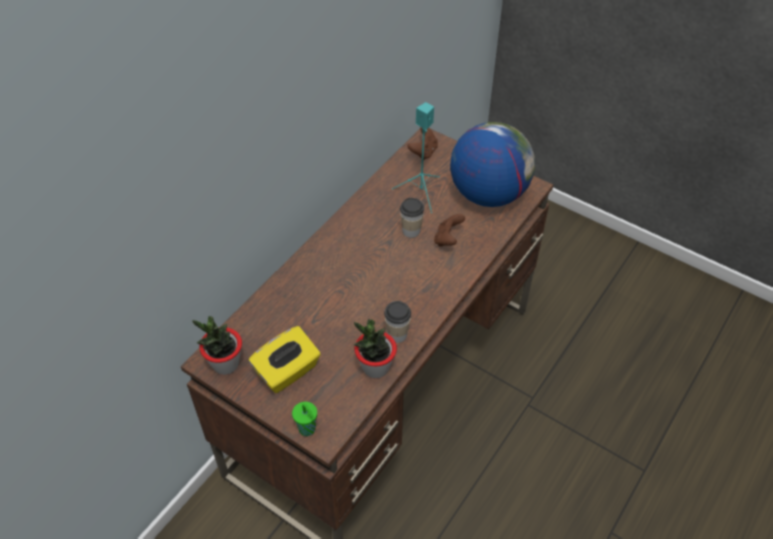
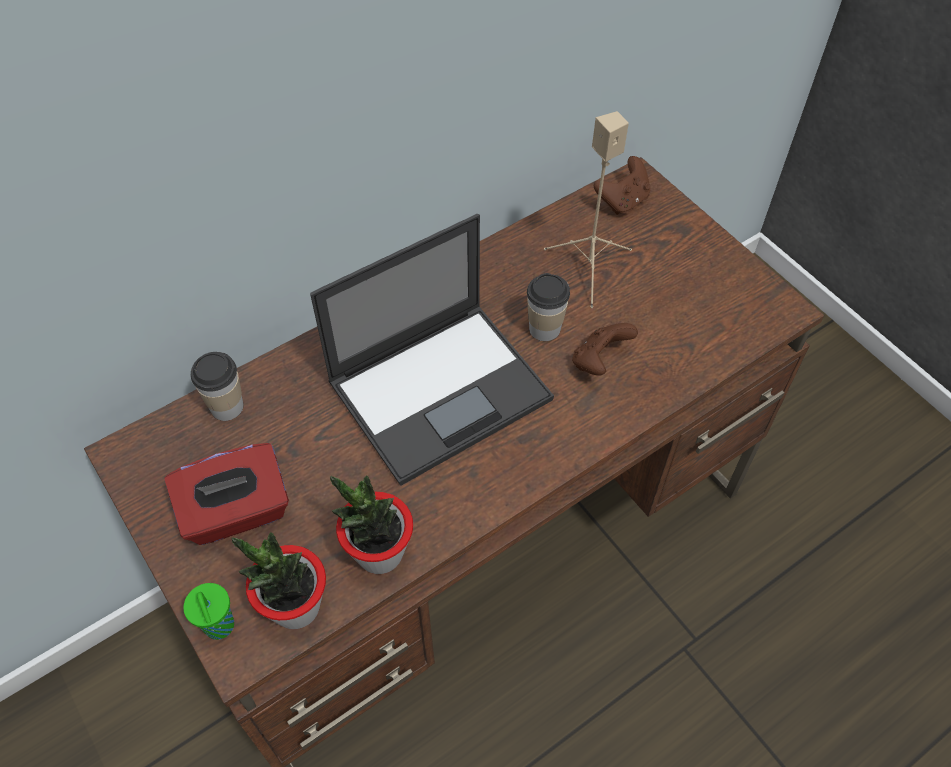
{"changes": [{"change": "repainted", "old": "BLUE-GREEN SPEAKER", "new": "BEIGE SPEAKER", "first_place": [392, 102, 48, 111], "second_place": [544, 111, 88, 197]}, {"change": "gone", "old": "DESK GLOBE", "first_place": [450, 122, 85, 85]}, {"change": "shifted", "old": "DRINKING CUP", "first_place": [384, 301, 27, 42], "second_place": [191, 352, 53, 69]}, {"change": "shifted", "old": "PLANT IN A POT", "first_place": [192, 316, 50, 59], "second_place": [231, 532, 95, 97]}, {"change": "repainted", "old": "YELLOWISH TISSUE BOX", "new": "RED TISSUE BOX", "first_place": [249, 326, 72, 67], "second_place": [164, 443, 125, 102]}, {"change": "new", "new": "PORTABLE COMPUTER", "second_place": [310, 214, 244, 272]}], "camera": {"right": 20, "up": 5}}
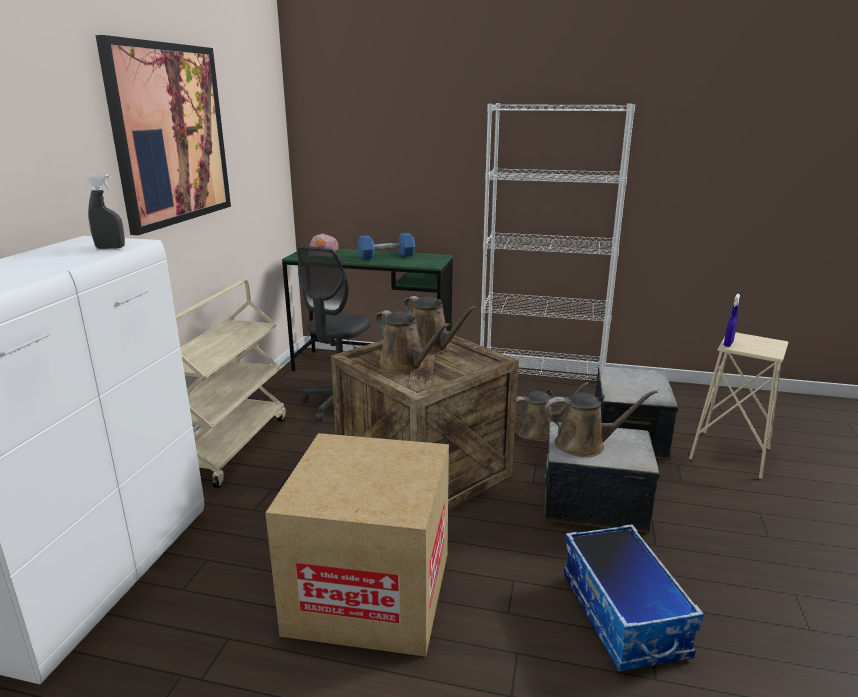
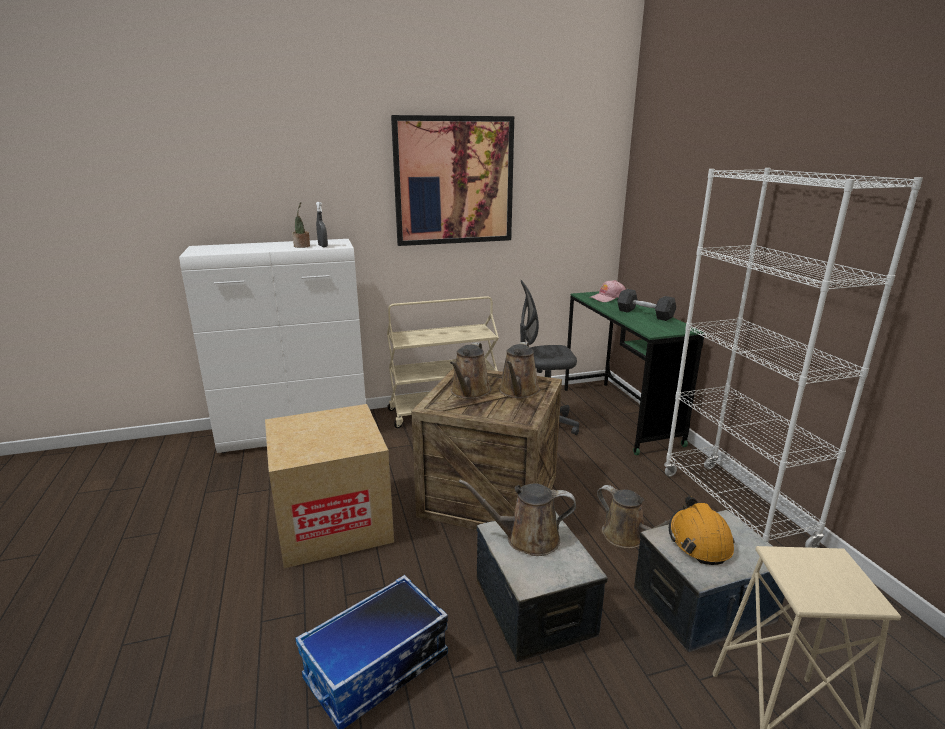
{"changes": [{"change": "repainted", "old": "BLUISH HAND WEIGHT", "new": "GREY HAND WEIGHT", "first_place": [357, 233, 58, 26], "second_place": [617, 289, 59, 32]}, {"change": "gone", "old": "BLUISH SPRAY BOTTLE", "first_place": [724, 294, 16, 53]}, {"change": "rotated", "old": "BROWNISH WATERING POT", "first_place": [545, 390, 113, 67], "second_place": [459, 480, 117, 76], "degrees": 120}, {"change": "new", "new": "PLANT IN A POT", "second_place": [292, 202, 18, 46]}, {"change": "new", "new": "ORANGE HARD HAT", "second_place": [669, 496, 66, 69]}], "camera": {"right": 60, "up": 0}}
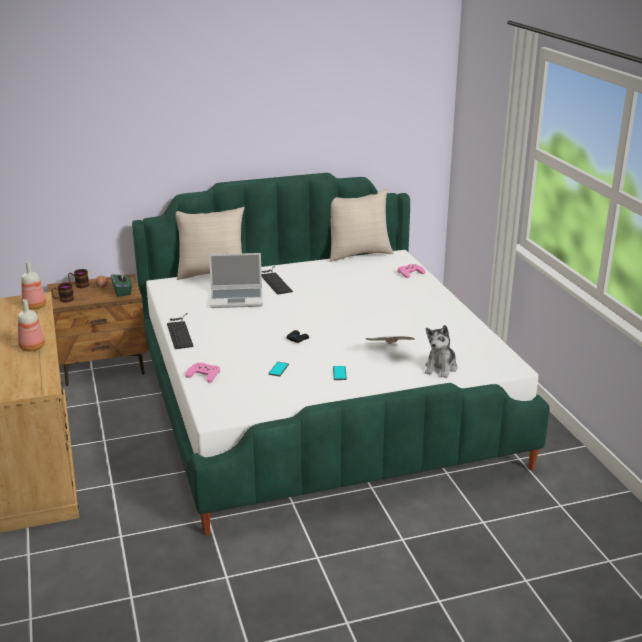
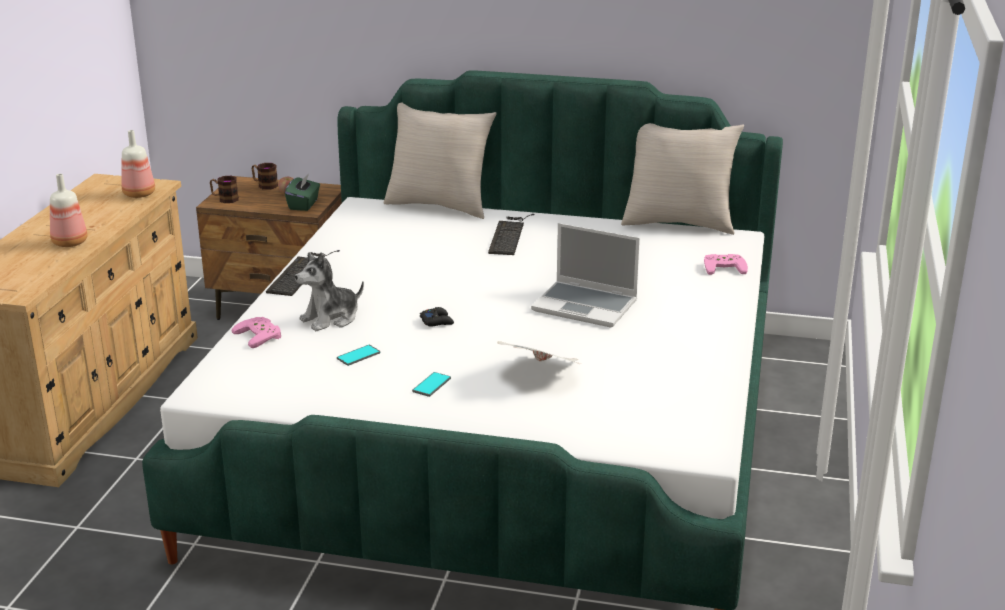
{"changes": [{"change": "shifted", "old": "PORTABLE COMPUTER", "first_place": [209, 253, 54, 55], "second_place": [531, 223, 109, 105]}, {"change": "shifted", "old": "CUDDLY TOY", "first_place": [425, 325, 32, 53], "second_place": [295, 252, 69, 79]}], "camera": {"right": 30, "up": 0}}
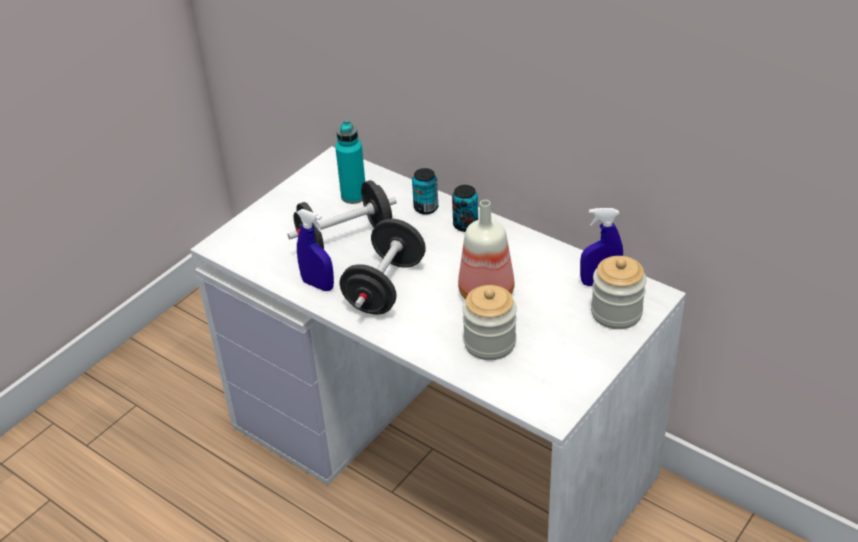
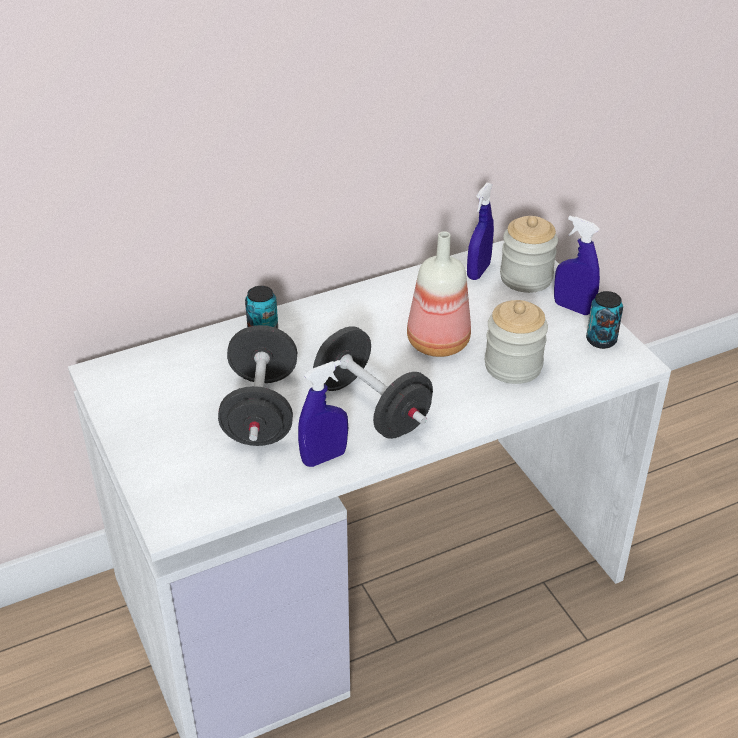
{"changes": [{"change": "gone", "old": "BLUE-GREEN BEVERAGE BOTTLE", "first_place": [335, 121, 30, 83]}, {"change": "shifted", "old": "SEALED CAN", "first_place": [452, 185, 26, 47], "second_place": [586, 291, 37, 58]}, {"change": "new", "new": "BLUISH SPRAY BOTTLE", "second_place": [554, 216, 46, 99]}], "camera": {"right": -65, "up": 0}}
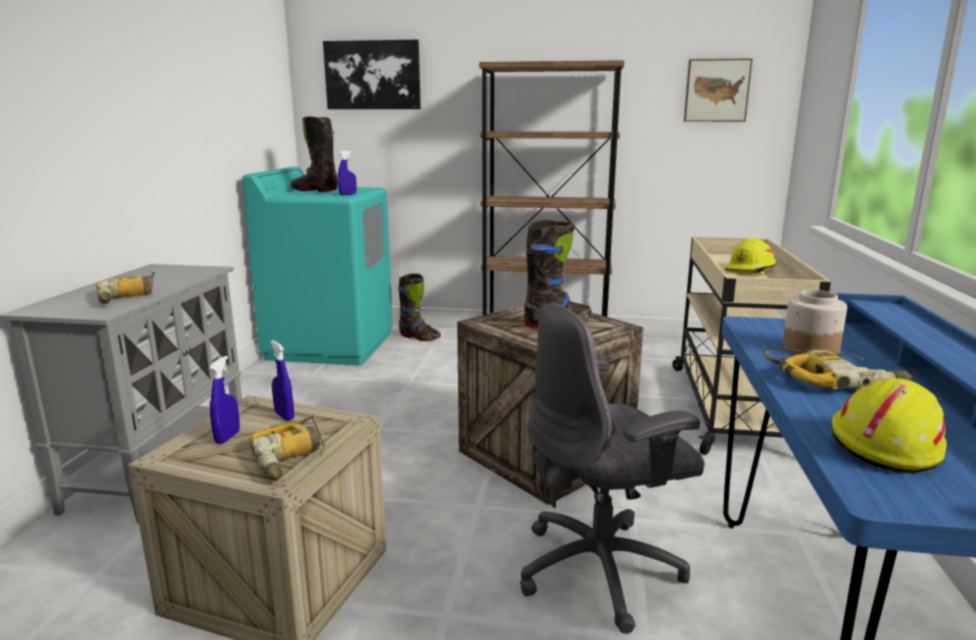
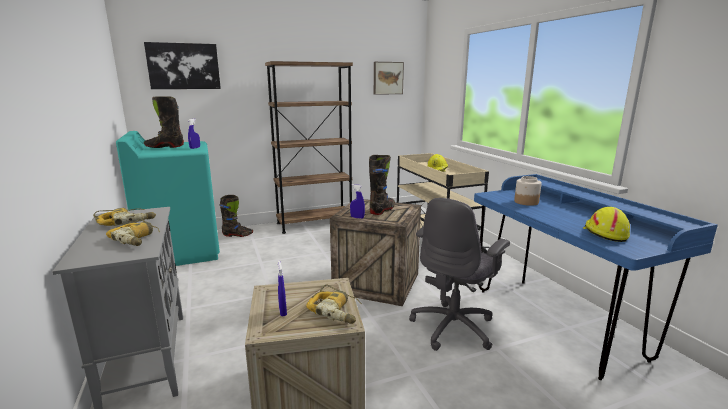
{"changes": [{"change": "shifted", "old": "BLUISH SPRAY BOTTLE", "first_place": [271, 340, 23, 81], "second_place": [350, 184, 15, 35]}, {"change": "shifted", "old": "DRILL", "first_place": [764, 347, 148, 43], "second_place": [93, 208, 63, 18]}], "camera": {"right": -30, "up": 0}}
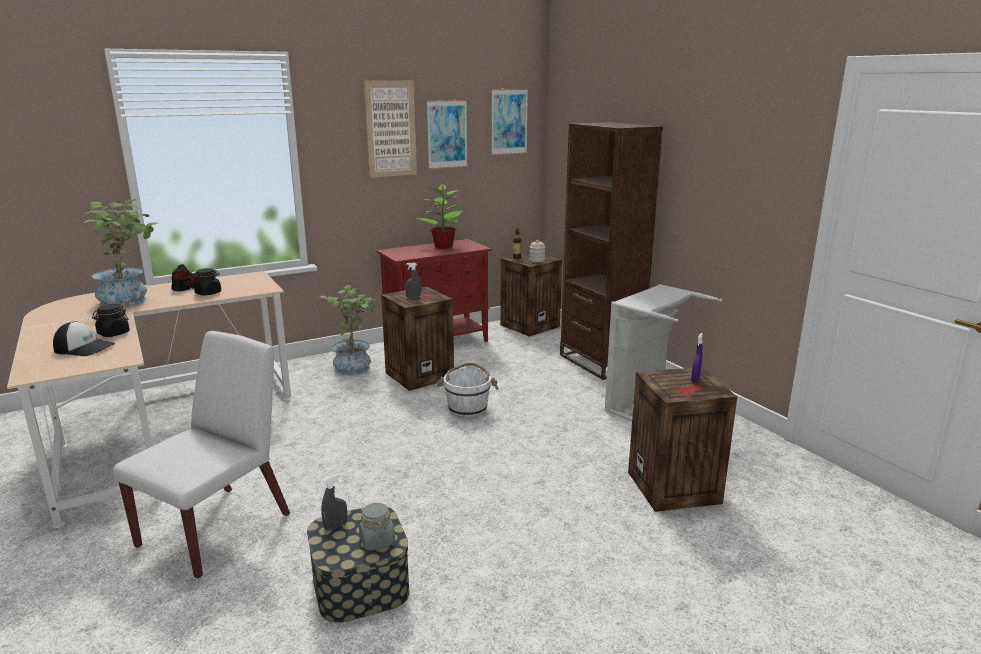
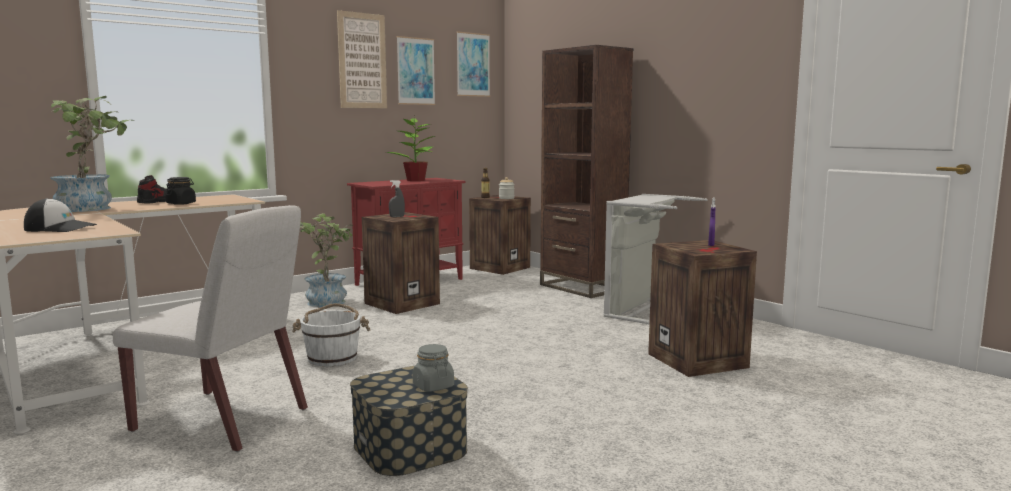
{"changes": [{"change": "gone", "old": "BLACK-COLOURED JAR", "first_place": [92, 304, 38, 33]}, {"change": "rotated", "old": "WHITE-COLOURED UPRIGHT CHAIR", "first_place": [113, 331, 177, 247], "second_place": [113, 205, 195, 247], "degrees": 90}, {"change": "shifted", "old": "WHITE-COLOURED BUCKET", "first_place": [437, 363, 62, 54], "second_place": [292, 303, 79, 64]}, {"change": "gone", "old": "GREY SPRAY BOTTLE", "first_place": [321, 474, 26, 56]}], "camera": {"right": -10, "up": -10}}
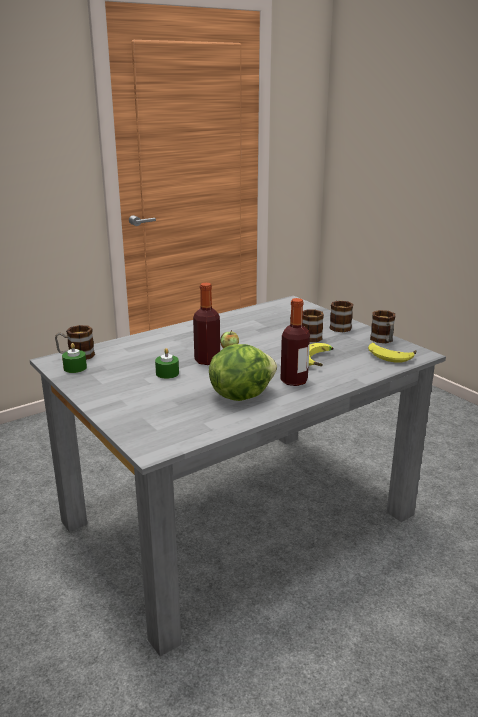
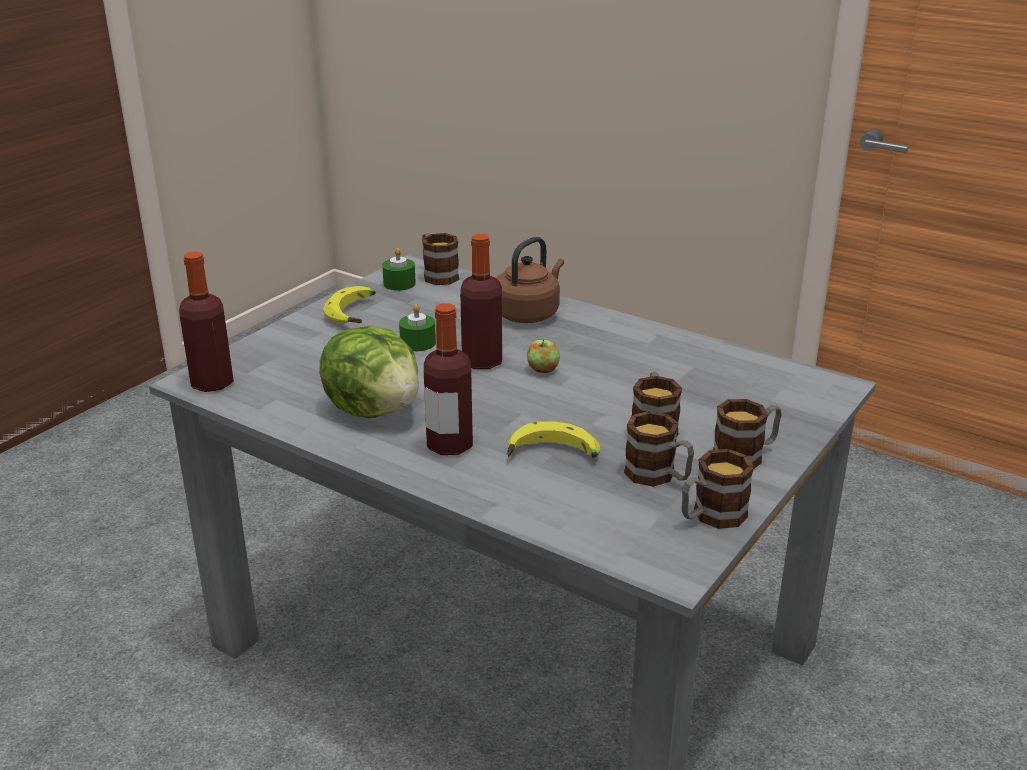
{"changes": [{"change": "shifted", "old": "BANANA FRUIT", "first_place": [368, 343, 48, 20], "second_place": [323, 286, 53, 38]}, {"change": "new", "new": "BROWNISH KETTLE", "second_place": [496, 237, 68, 86]}, {"change": "new", "new": "BEVERAGE BOTTLE", "second_place": [179, 251, 55, 141]}, {"change": "new", "new": "COFFEE MUG", "second_place": [624, 411, 70, 76]}], "camera": {"right": 70, "up": 5}}
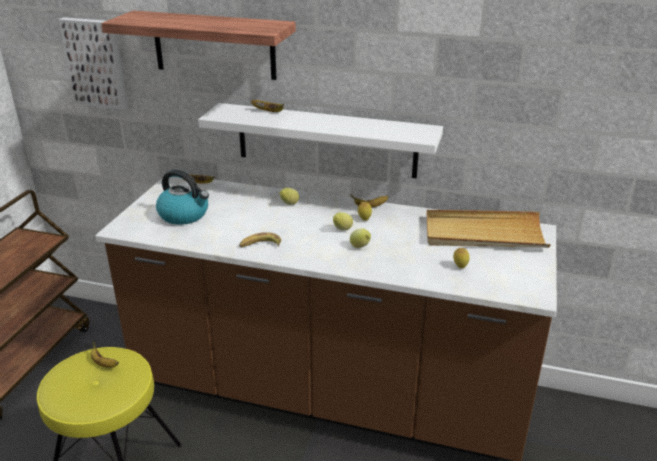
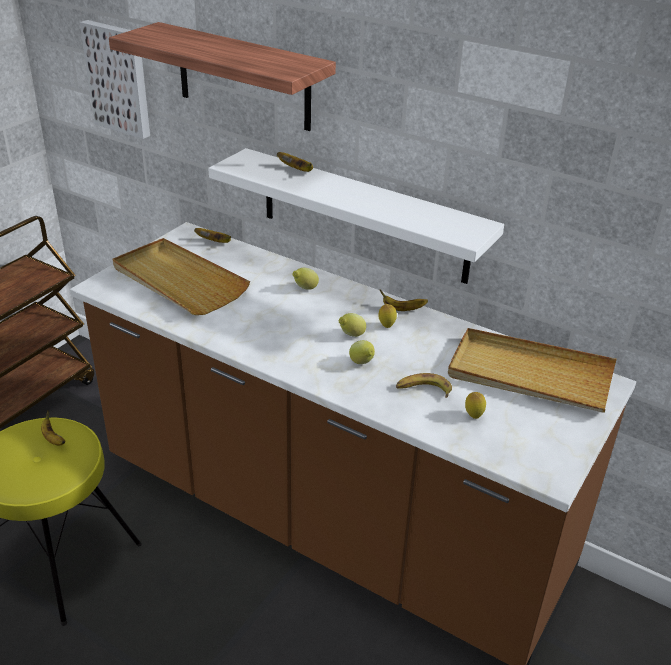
{"changes": [{"change": "swapped", "old": "KETTLE", "new": "BEIGE TRAY", "first_place": [156, 170, 53, 55], "second_place": [113, 238, 137, 77]}, {"change": "shifted", "old": "BANANA FRUIT", "first_place": [239, 232, 42, 15], "second_place": [396, 373, 56, 25]}], "camera": {"right": 15, "up": 5}}
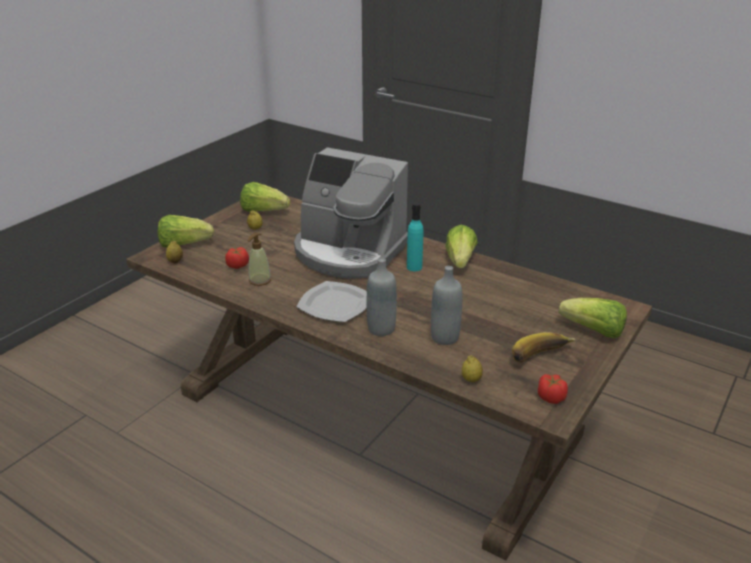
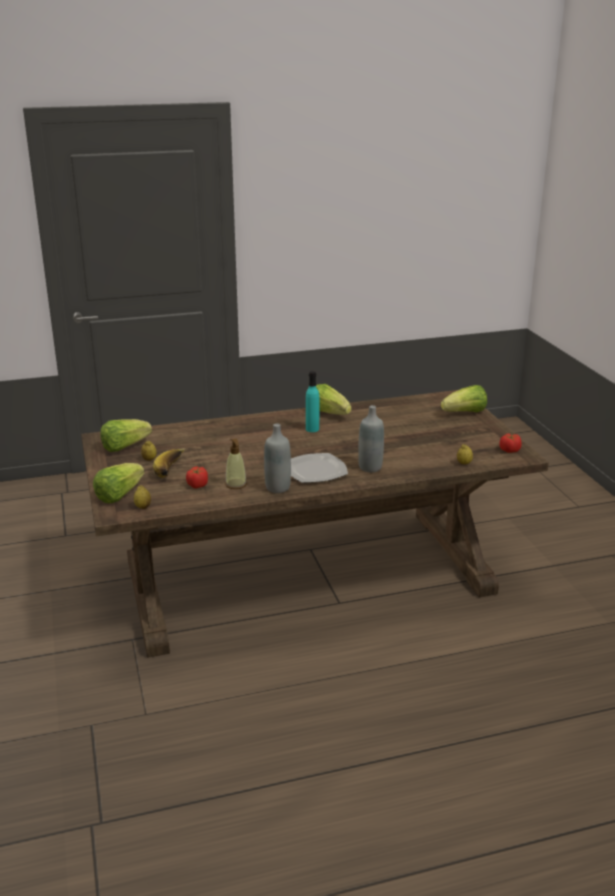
{"changes": [{"change": "gone", "old": "COFFEE MACHINE", "first_place": [294, 147, 114, 132]}, {"change": "shifted", "old": "GREY BEVERAGE BOTTLE", "first_place": [431, 266, 31, 79], "second_place": [264, 424, 27, 69]}, {"change": "shifted", "old": "BANANA FRUIT", "first_place": [512, 332, 64, 31], "second_place": [153, 448, 33, 30]}], "camera": {"right": -50, "up": -5}}
